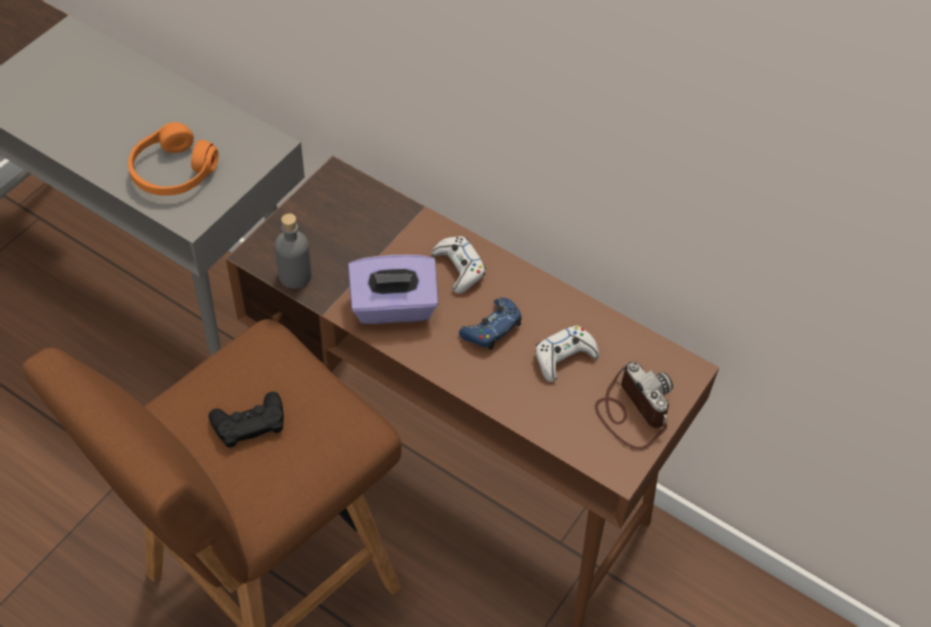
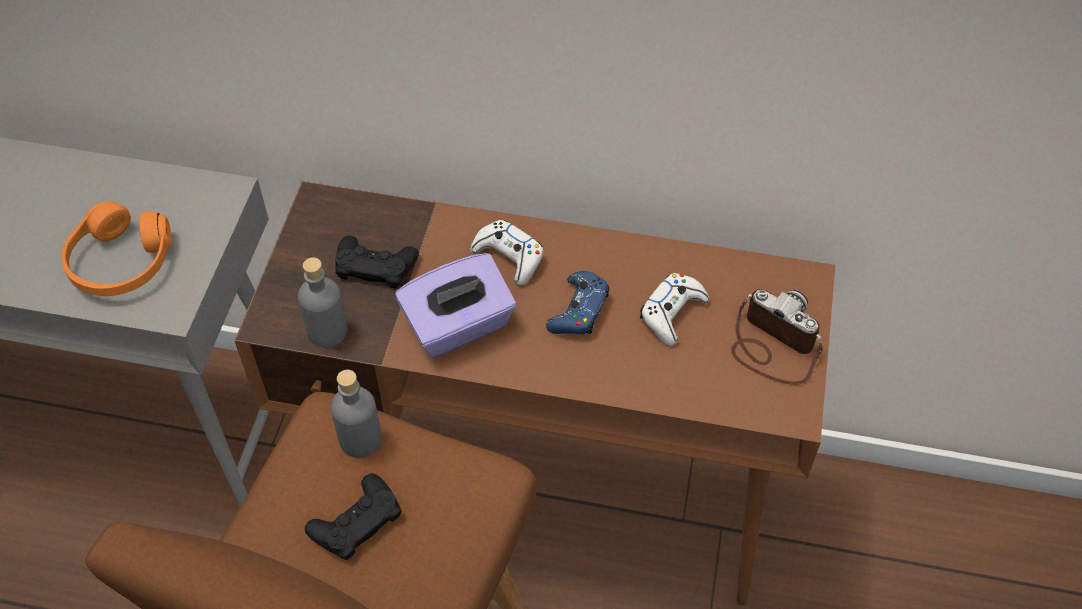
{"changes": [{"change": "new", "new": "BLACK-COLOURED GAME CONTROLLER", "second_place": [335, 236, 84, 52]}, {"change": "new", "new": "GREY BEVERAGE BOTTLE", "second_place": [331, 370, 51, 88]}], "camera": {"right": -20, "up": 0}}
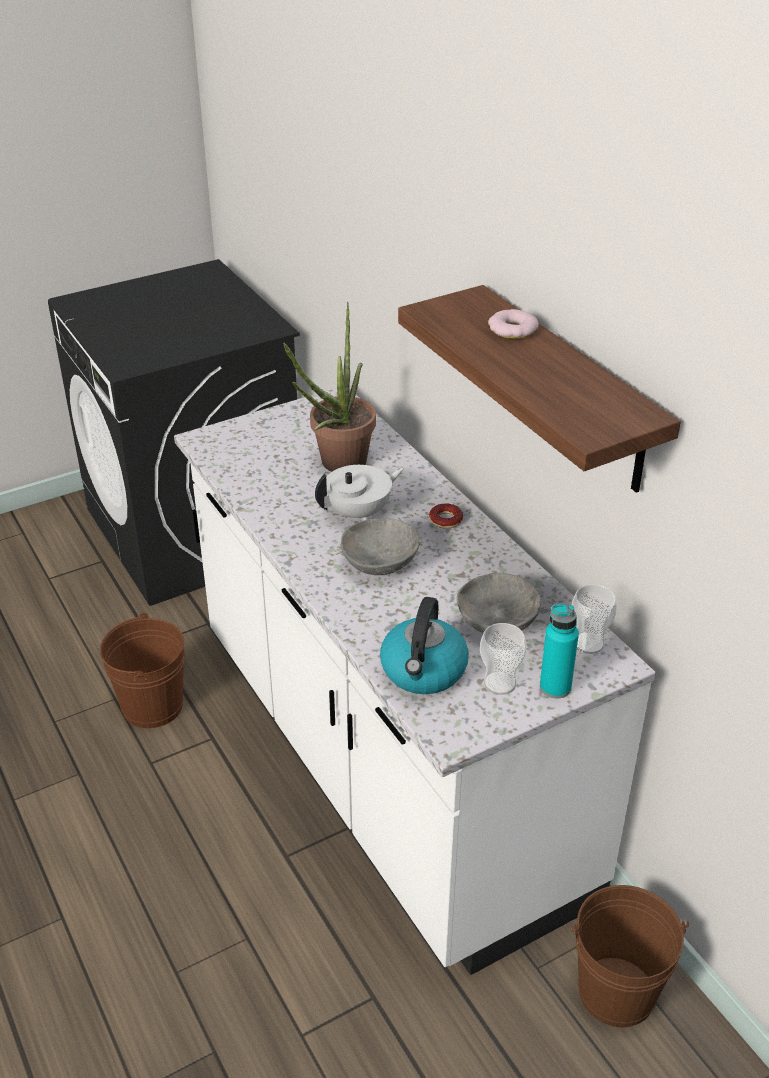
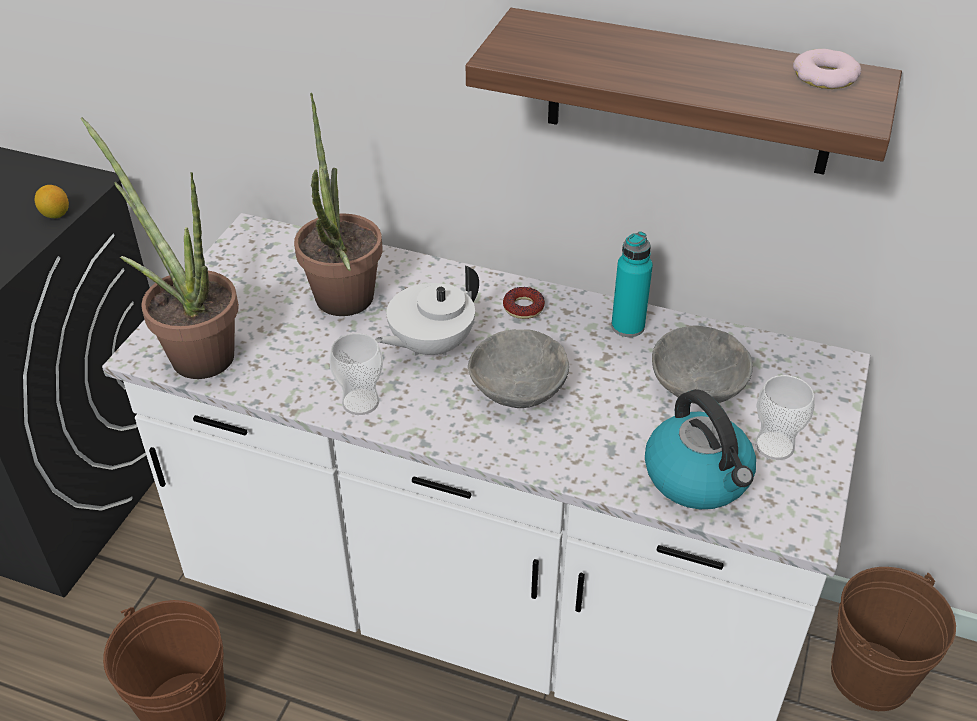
{"changes": [{"change": "shifted", "old": "RING DOUGHNUT", "first_place": [488, 309, 51, 30], "second_place": [793, 49, 68, 40]}, {"change": "rotated", "old": "WHITE-COLOURED POT FOR TEA", "first_place": [315, 465, 89, 55], "second_place": [375, 266, 104, 90], "degrees": -150}, {"change": "shifted", "old": "DRINKING CUP", "first_place": [572, 584, 45, 70], "second_place": [329, 333, 54, 82]}, {"change": "shifted", "old": "BLUE-GREEN BEVERAGE BOTTLE", "first_place": [540, 604, 39, 95], "second_place": [611, 231, 42, 106]}, {"change": "new", "new": "PLANT IN A POT", "second_place": [81, 117, 158, 262]}, {"change": "new", "new": "CITRUS FRUIT", "second_place": [35, 185, 34, 33]}], "camera": {"right": -40, "up": 5}}
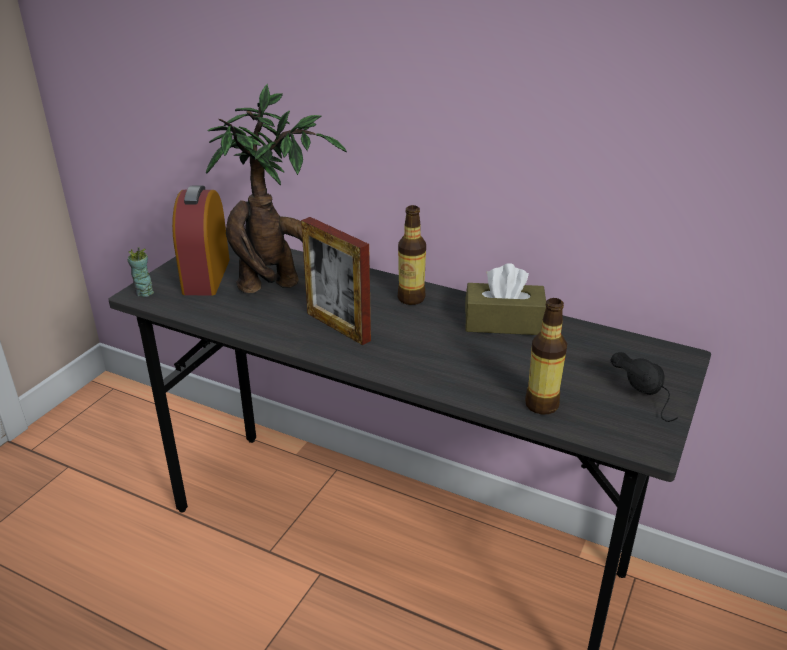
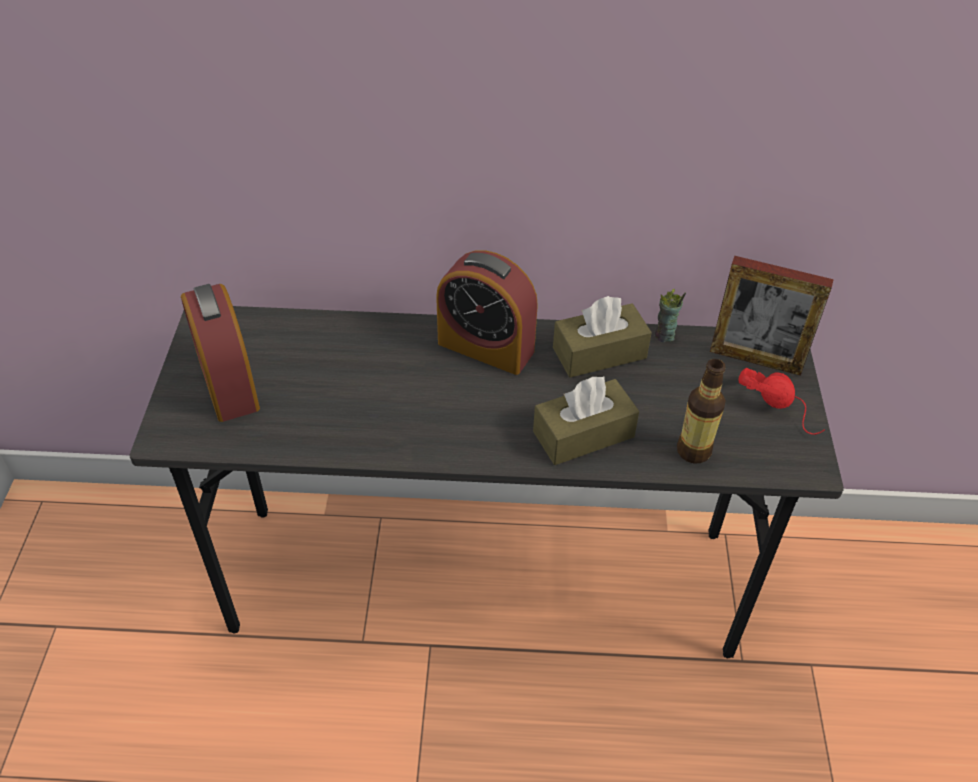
{"changes": [{"change": "gone", "old": "PLANT IN A POT", "first_place": [206, 84, 141, 209]}, {"change": "swapped", "old": "BEVERAGE BOTTLE", "new": "BEDSIDE CLOCK", "first_place": [398, 205, 28, 100], "second_place": [436, 250, 102, 125]}, {"change": "shifted", "old": "PICTURE FRAME", "first_place": [301, 217, 70, 128], "second_place": [710, 256, 124, 120]}, {"change": "shifted", "old": "DRINKING CUP", "first_place": [127, 247, 27, 50], "second_place": [655, 289, 31, 53]}, {"change": "repainted", "old": "BLACK-COLOURED HEADPHONES", "new": "RED HEADPHONES", "first_place": [611, 352, 68, 70], "second_place": [738, 368, 87, 67]}, {"change": "new", "new": "BROWNISH TISSUE BOX", "second_place": [533, 376, 106, 89]}], "camera": {"right": -25, "up": 15}}
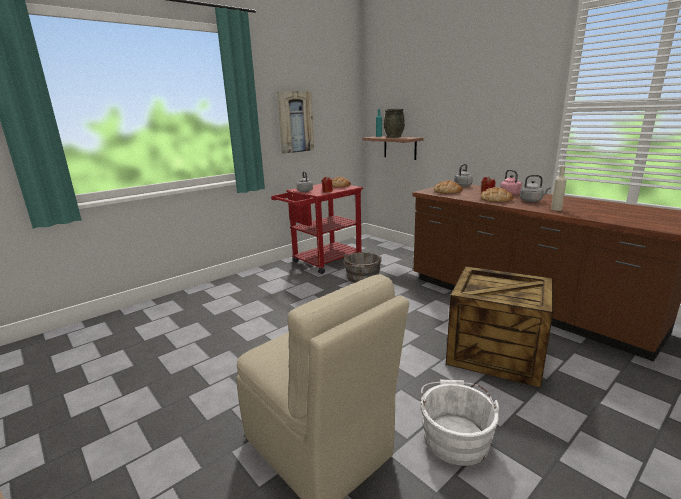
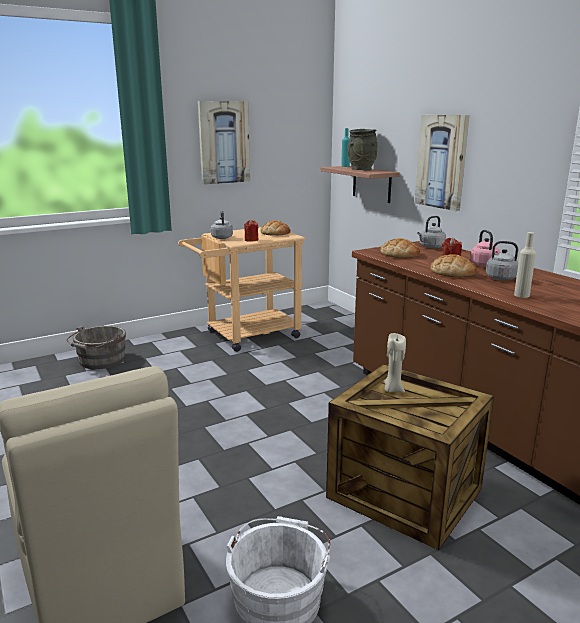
{"changes": [{"change": "repainted", "old": "RED TROLLEY", "new": "BEIGE TROLLEY", "first_place": [271, 184, 92, 90], "second_place": [178, 227, 127, 125]}, {"change": "shifted", "old": "GREY BUCKET", "first_place": [343, 252, 39, 31], "second_place": [67, 326, 59, 43]}, {"change": "new", "new": "WALL PICTURE", "second_place": [414, 115, 55, 96]}, {"change": "new", "new": "BEIGE CANDLE", "second_place": [384, 333, 22, 60]}], "camera": {"right": 10, "up": 0}}
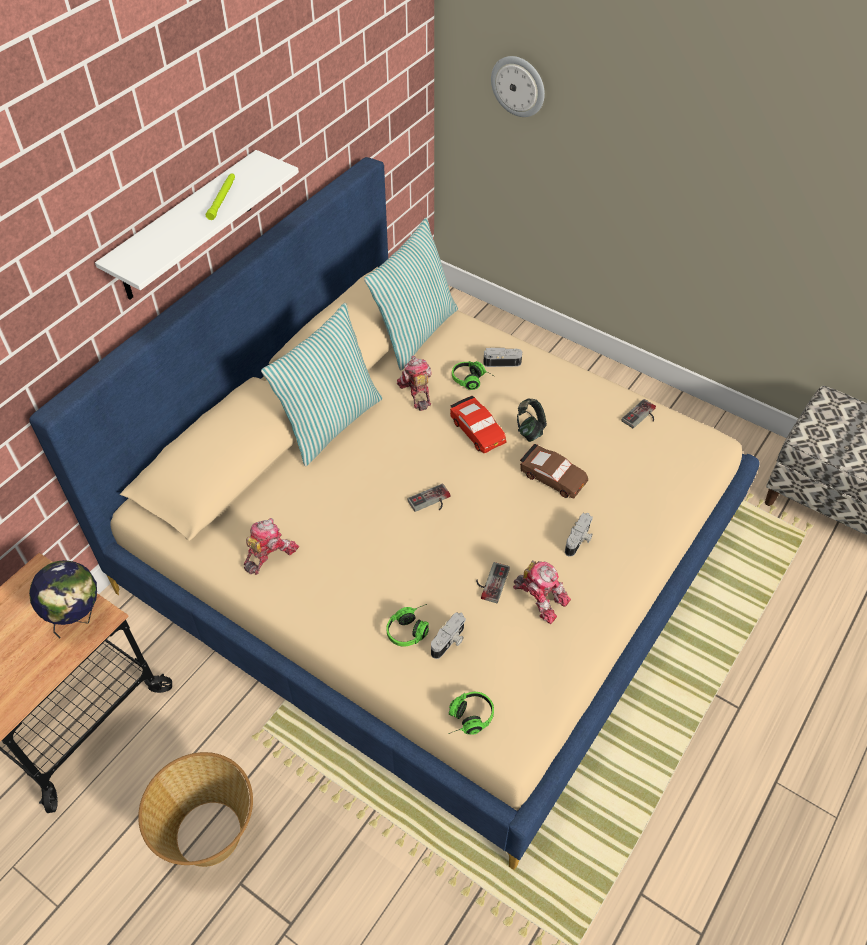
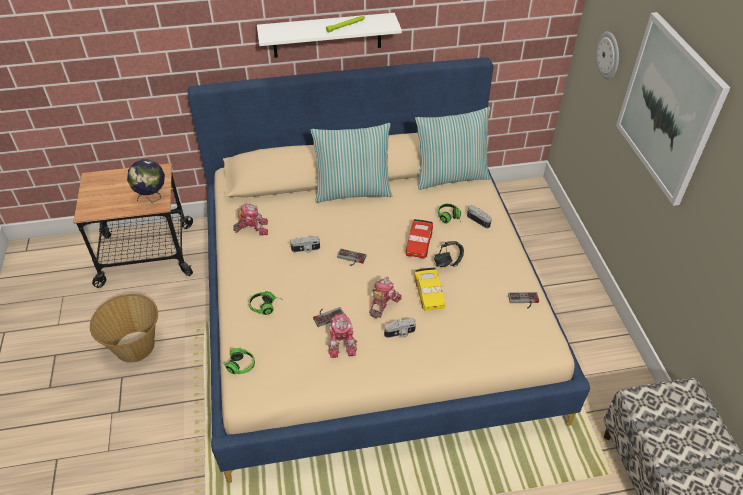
{"changes": [{"change": "shifted", "old": "MODEL ROBOT", "first_place": [396, 356, 35, 55], "second_place": [369, 276, 33, 42]}, {"change": "repainted", "old": "BROWNISH TOY CAR", "new": "YELLOWISH TOY CAR", "first_place": [520, 444, 68, 54], "second_place": [415, 267, 30, 44]}, {"change": "shifted", "old": "PHOTO CAMERA", "first_place": [431, 612, 35, 47], "second_place": [290, 236, 30, 17]}, {"change": "new", "new": "WALL PICTURE", "second_place": [616, 12, 114, 194]}], "camera": {"right": 45, "up": -5}}
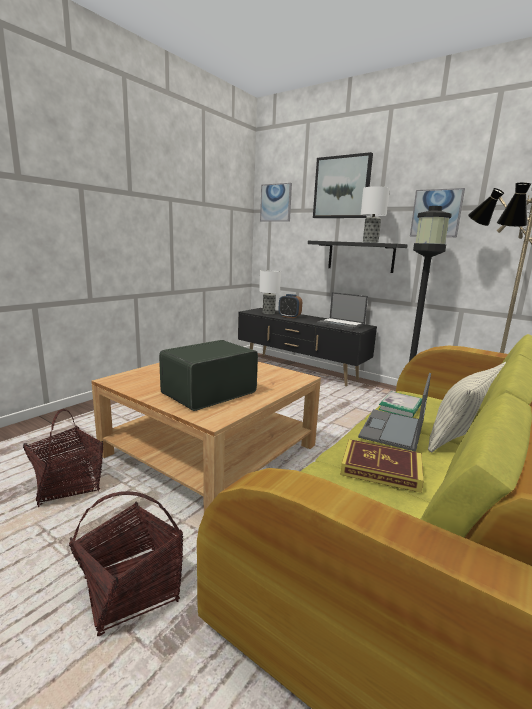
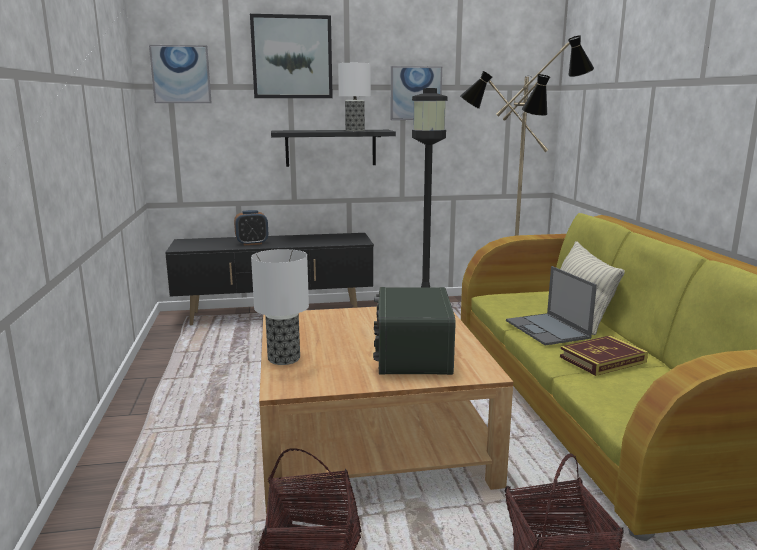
{"changes": [{"change": "shifted", "old": "LAMP FOR A TABLE", "first_place": [259, 270, 22, 44], "second_place": [251, 249, 58, 116]}, {"change": "gone", "old": "PORTABLE COMPUTER", "first_place": [317, 292, 51, 37]}, {"change": "gone", "old": "VOLUME", "first_place": [378, 392, 44, 26]}], "camera": {"right": -45, "up": 0}}
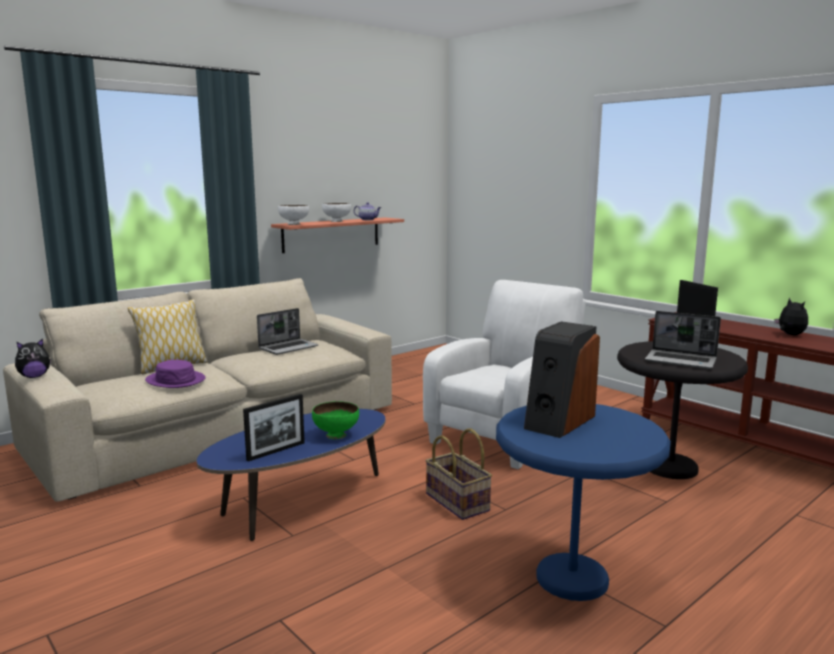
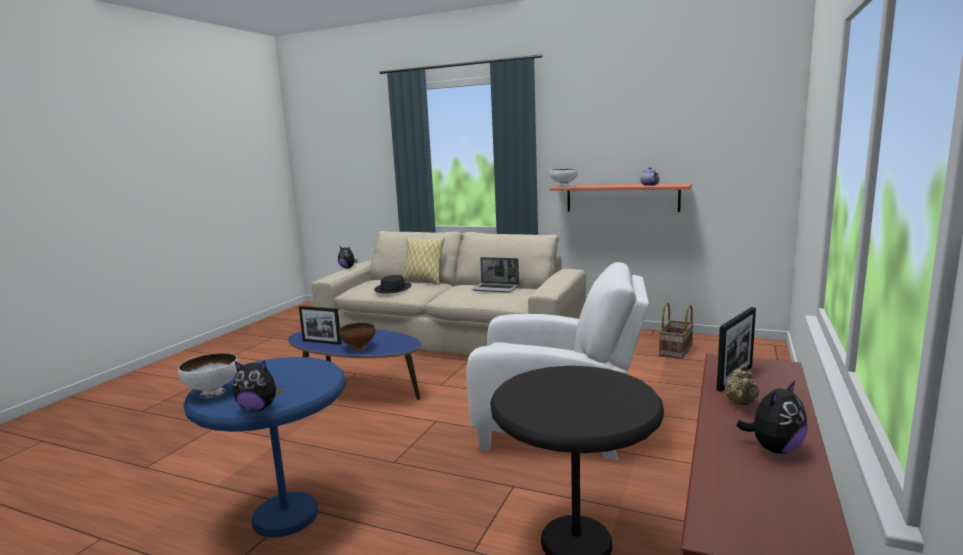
{"changes": [{"change": "shifted", "old": "WHITE-COLOURED BOWL", "first_place": [322, 203, 29, 19], "second_place": [178, 353, 61, 45]}, {"change": "gone", "old": "PORTABLE COMPUTER", "first_place": [645, 311, 76, 58]}, {"change": "gone", "old": "SPEAKER", "first_place": [524, 321, 76, 117]}, {"change": "repainted", "old": "PURPLISH HAT", "new": "BLACK-COLOURED HAT", "first_place": [145, 360, 61, 28], "second_place": [374, 275, 37, 19]}, {"change": "repainted", "old": "GREENISH BOWL", "new": "BROWNISH BOWL", "first_place": [312, 401, 47, 38], "second_place": [339, 323, 36, 28]}, {"change": "shifted", "old": "BASKET", "first_place": [425, 428, 67, 92], "second_place": [659, 302, 35, 57]}, {"change": "new", "new": "CUDDLY TOY", "second_place": [233, 360, 50, 51]}, {"change": "new", "new": "BEIGE POT FOR TEA", "second_place": [725, 365, 34, 40]}], "camera": {"right": 65, "up": 0}}
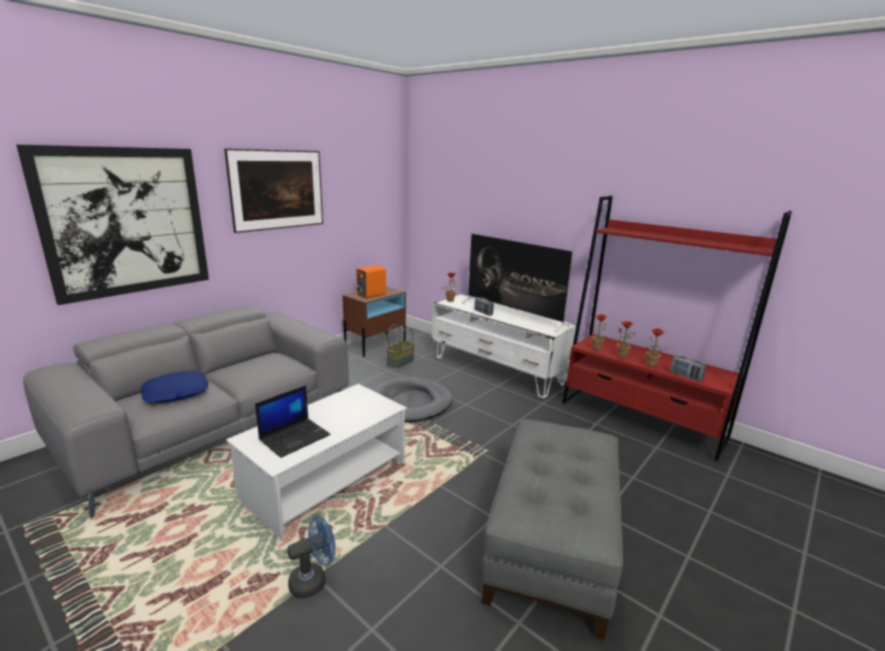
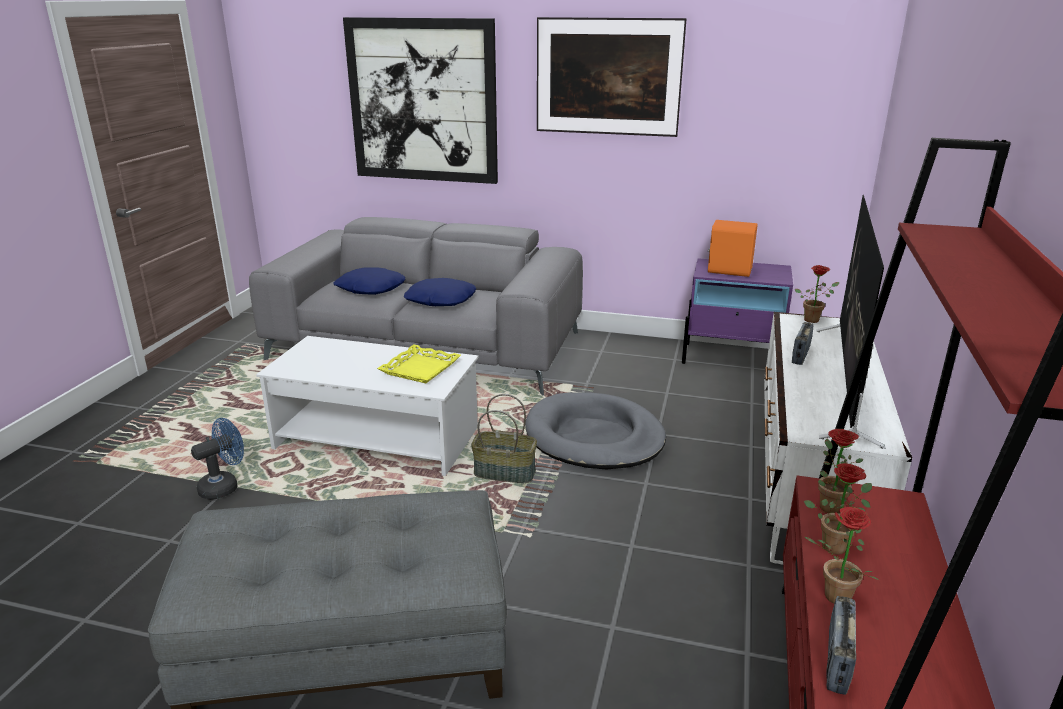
{"changes": [{"change": "repainted", "old": "BROWNISH NIGHT TABLE", "new": "PURPLISH NIGHT TABLE", "first_place": [342, 286, 64, 71], "second_place": [682, 258, 111, 106]}, {"change": "shifted", "old": "BASKET", "first_place": [386, 324, 29, 44], "second_place": [471, 394, 66, 89]}, {"change": "gone", "old": "PORTABLE COMPUTER", "first_place": [255, 385, 76, 73]}, {"change": "rotated", "old": "BLUISH ELECTRIC FAN", "first_place": [287, 516, 49, 82], "second_place": [191, 418, 53, 82], "degrees": -75}, {"change": "new", "new": "BLUISH CUSHION", "second_place": [404, 278, 72, 28]}, {"change": "new", "new": "YELLOWISH TRAY", "second_place": [377, 344, 84, 39]}], "camera": {"right": 65, "up": 5}}
